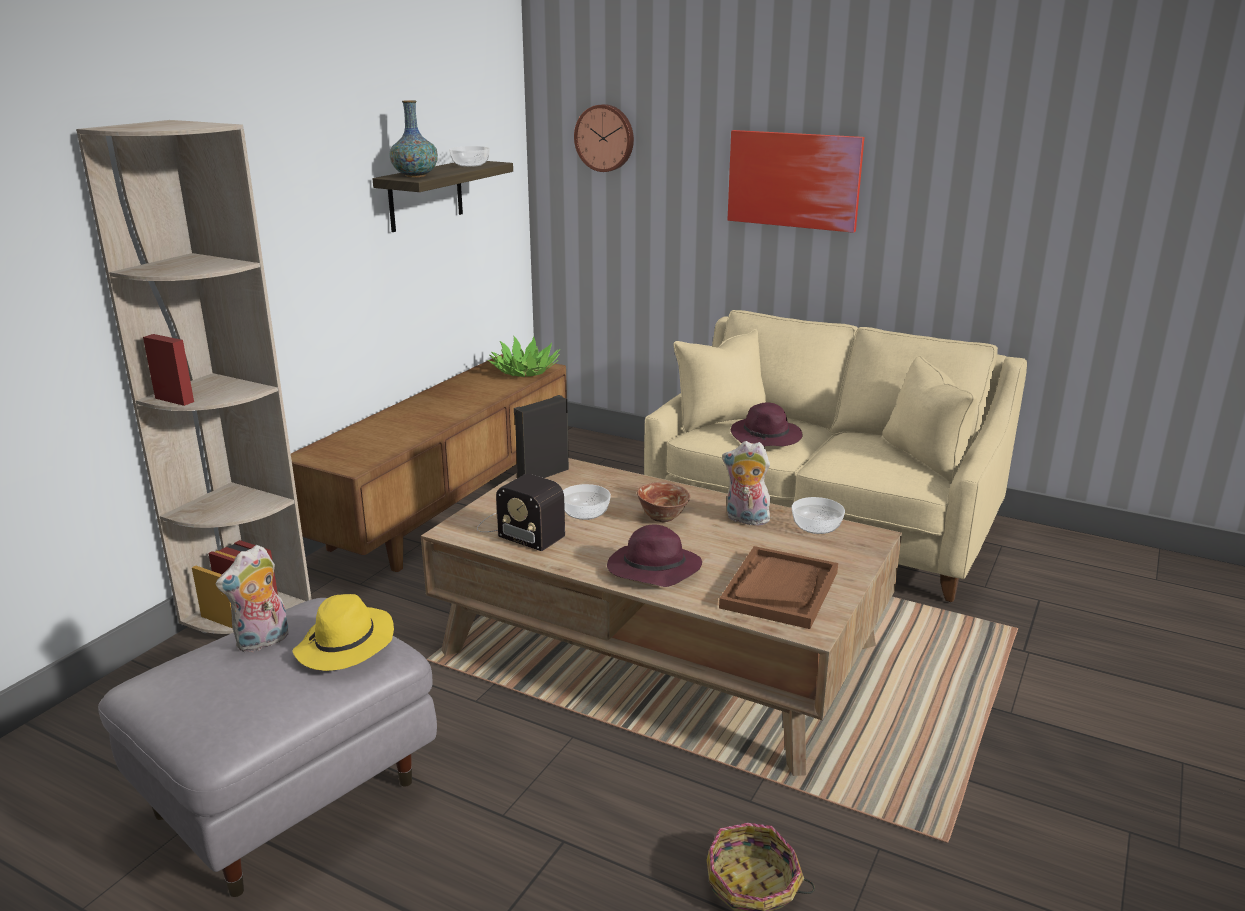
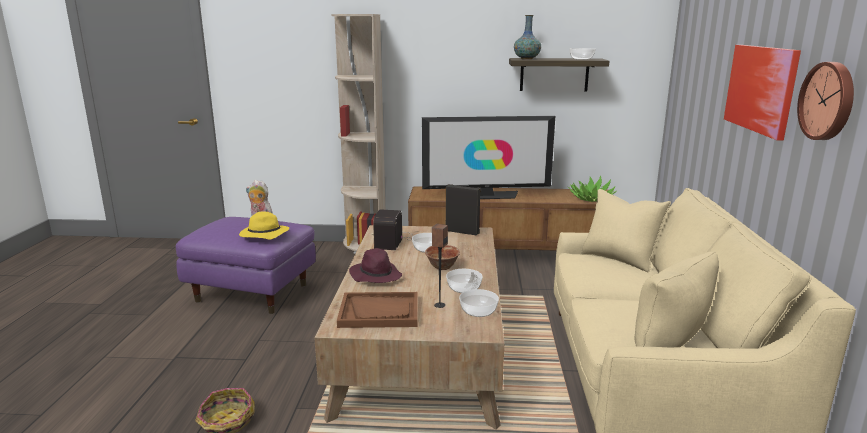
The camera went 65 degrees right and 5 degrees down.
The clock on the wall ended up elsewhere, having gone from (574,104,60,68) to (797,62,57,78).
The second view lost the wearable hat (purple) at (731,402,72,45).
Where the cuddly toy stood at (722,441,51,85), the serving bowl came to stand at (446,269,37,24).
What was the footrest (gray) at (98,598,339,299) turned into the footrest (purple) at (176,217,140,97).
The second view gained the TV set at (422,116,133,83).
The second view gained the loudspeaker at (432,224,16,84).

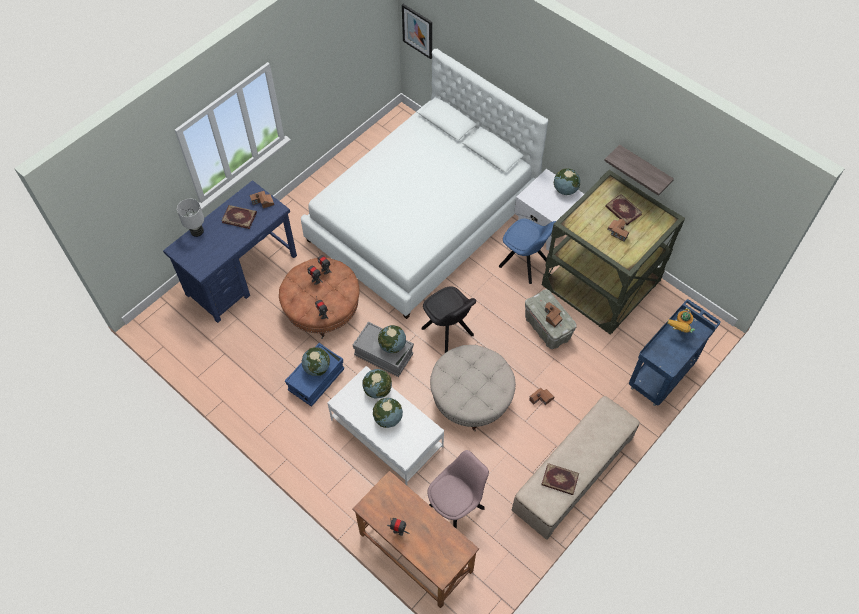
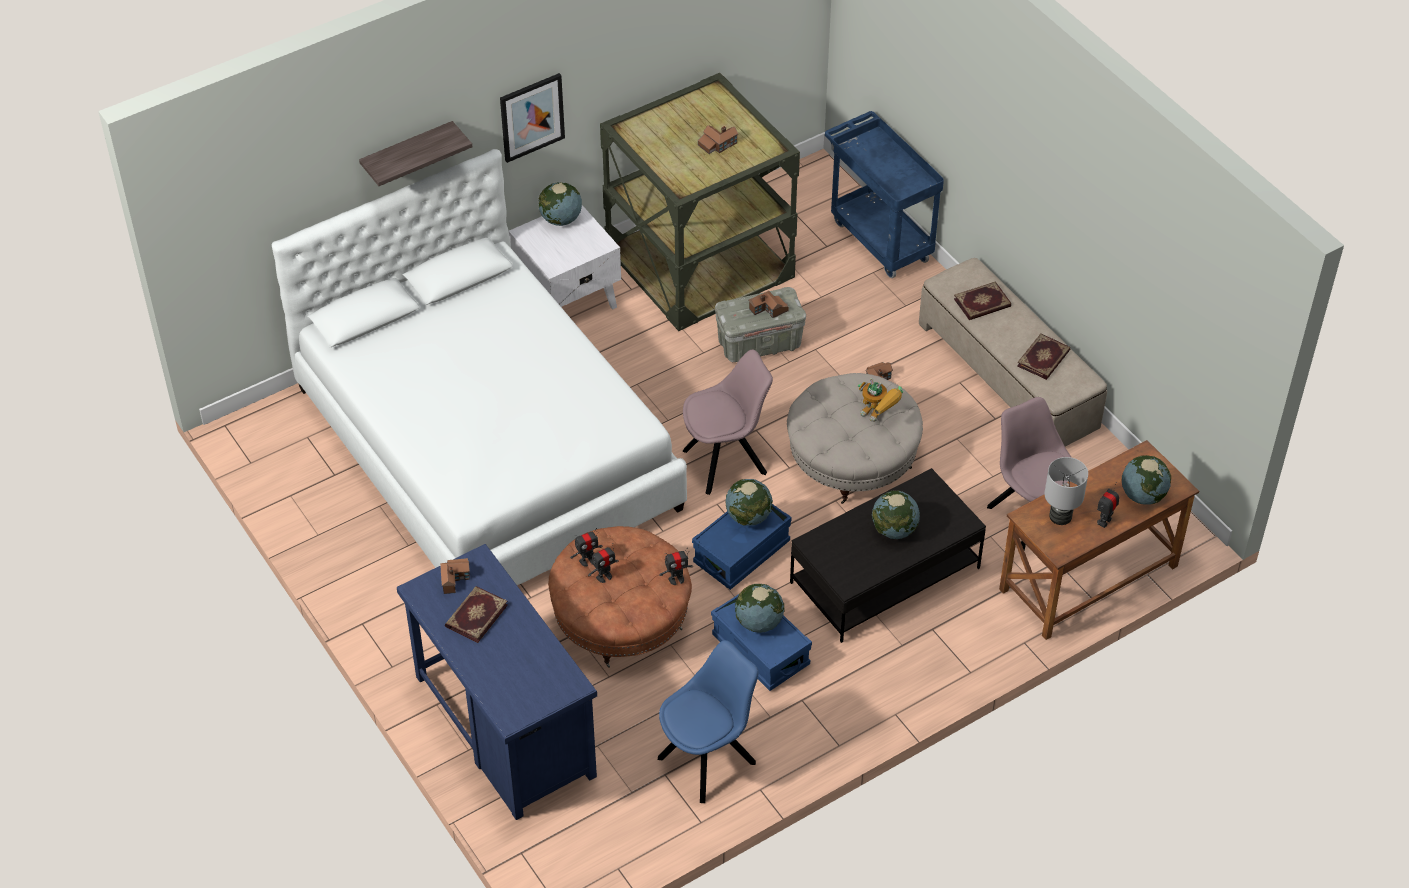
The camera went 75 degrees left and 10 degrees down.
The wall art ended up elsewhere, having gone from (402,4,30,55) to (500,73,65,90).
The shelf ended up elsewhere, having gone from (604,145,70,51) to (359,121,113,65).
The volume ended up elsewhere, having gone from (605,194,38,31) to (954,281,57,39).
The tabletop lamp (gray) ended up elsewhere, having gone from (177,199,27,38) to (1044,457,44,68).
The plain chair (blue-coloured) ended up elsewhere, having gone from (499,218,57,66) to (658,640,101,163).
What was the plain chair (black) at (421,286,55,67) turned into the plain chair (pinkish) at (682,349,91,146).
The model robot ended up elsewhere, having gone from (667,308,28,25) to (858,378,45,44).
What was the storage container (gray) at (353,322,61,55) turned into the storage container (blue-coloured) at (692,504,100,86).
What was the lounge table (white) at (328,366,116,119) turned into the lounge table (black) at (790,468,196,175).
The desk globe ended up elsewhere, having gone from (362,369,30,30) to (1122,455,49,50).

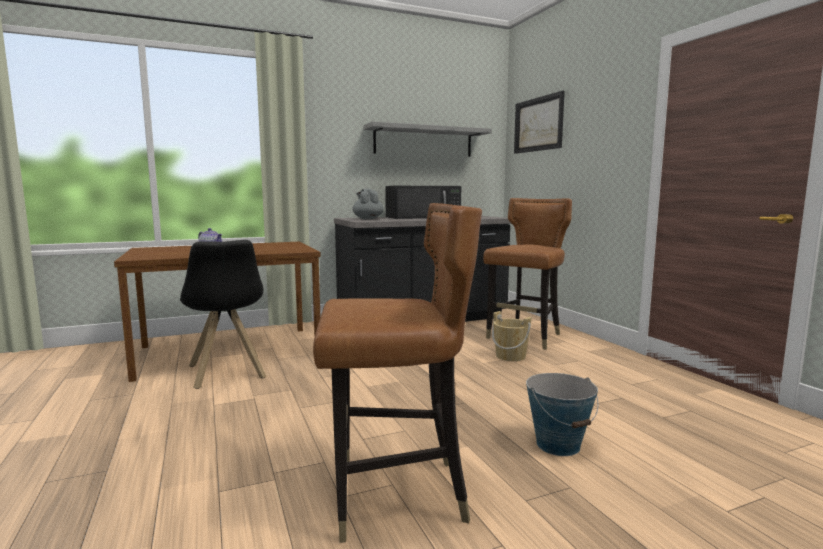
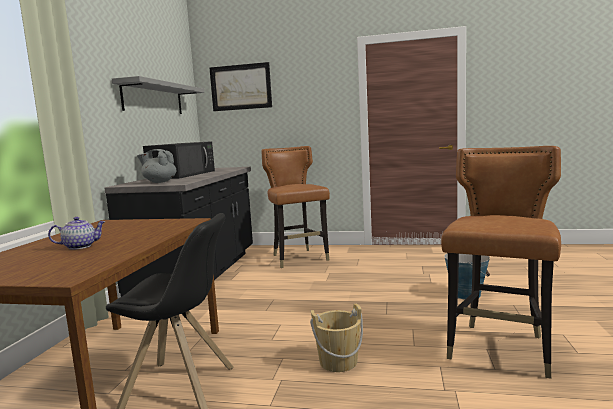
The camera went 55 degrees left and 0 degrees up.
The bucket (sand-coloured) ended up elsewhere, having gone from (492,311,40,50) to (310,304,53,68).

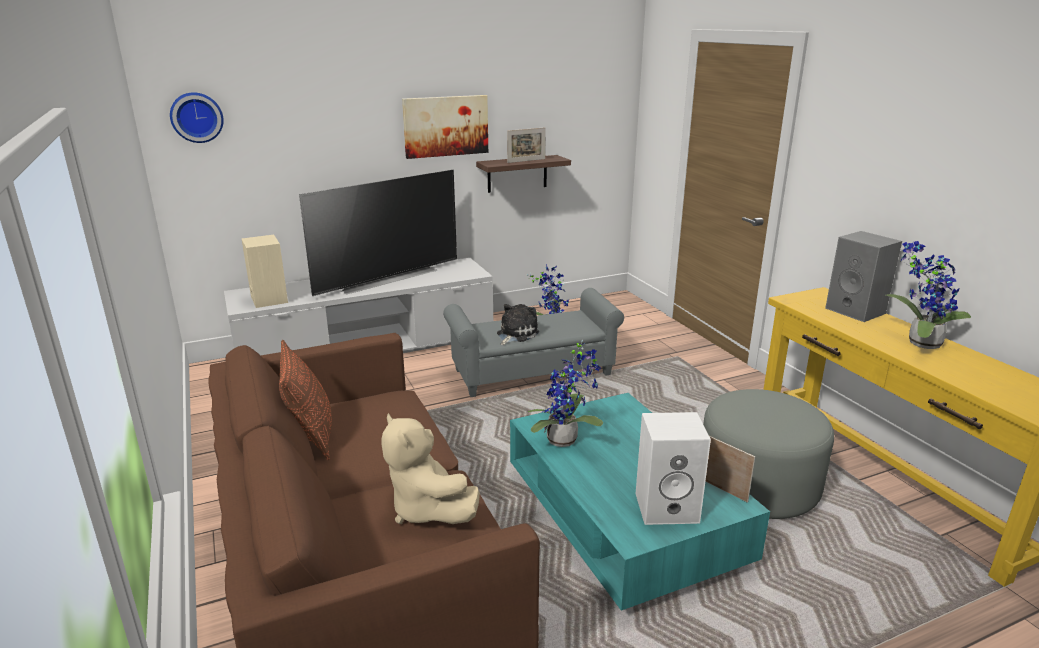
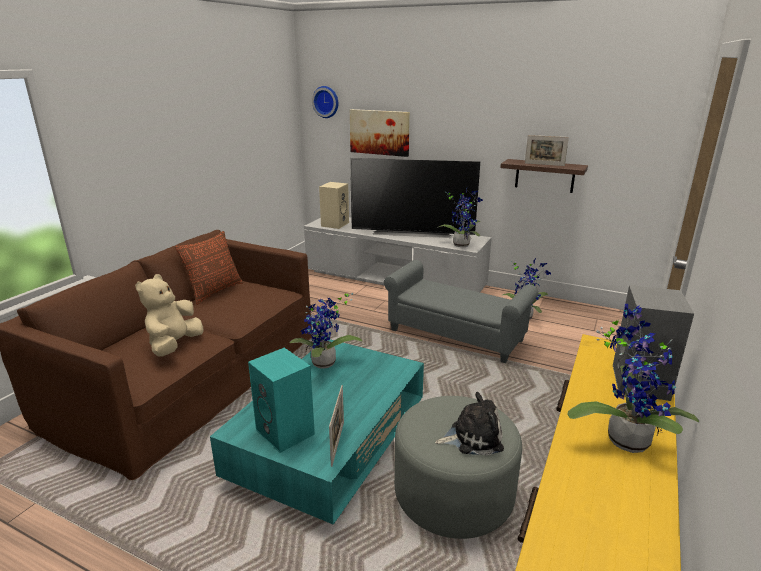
The camera went 50 degrees right and 0 degrees up.
The wall art ended up elsewhere, having gone from (402,95,86,64) to (350,109,60,48).
The cuddly toy ended up elsewhere, having gone from (497,304,42,41) to (435,392,69,64).
What was the loudspeaker (white) at (635,412,76,113) turned into the loudspeaker (turquoise) at (248,348,67,105).
The second view gained the plant in a pot at (437,188,46,59).

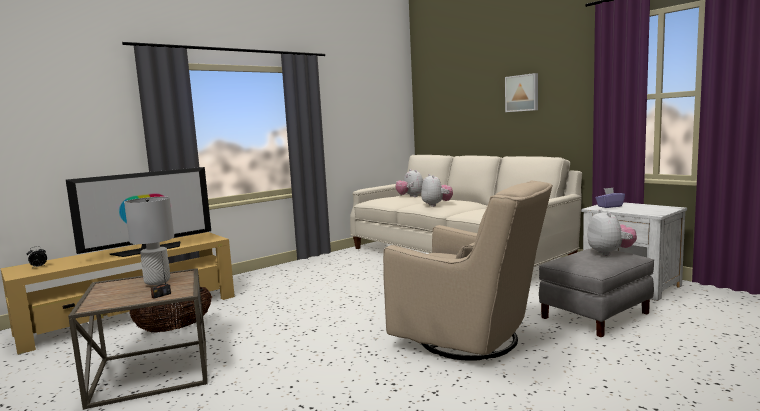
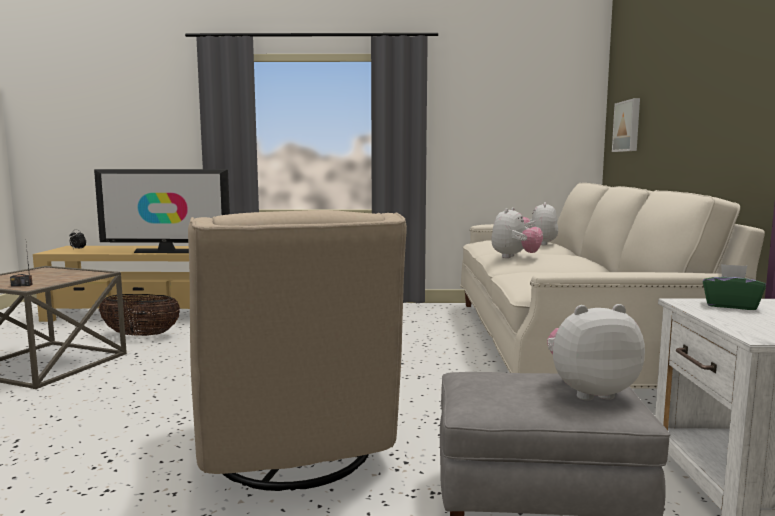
The camera went 40 degrees right and 0 degrees up.
The wall art ended up elsewhere, having gone from (505,73,33,39) to (612,98,28,54).
What was the tissue holder (purple) at (595,188,30,20) turned into the tissue holder (green) at (703,264,63,46).
The second view lost the tabletop lamp (gray) at (124,197,50,88).
The cuddly toy at (587,209,50,47) ended up facing another way, 135 degrees counterclockwise from before.

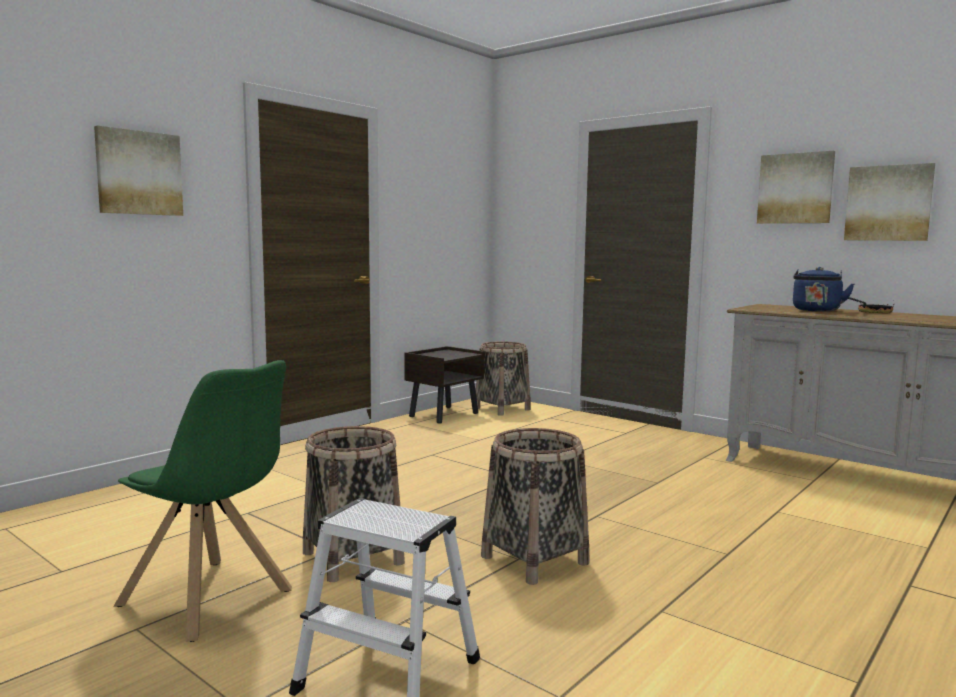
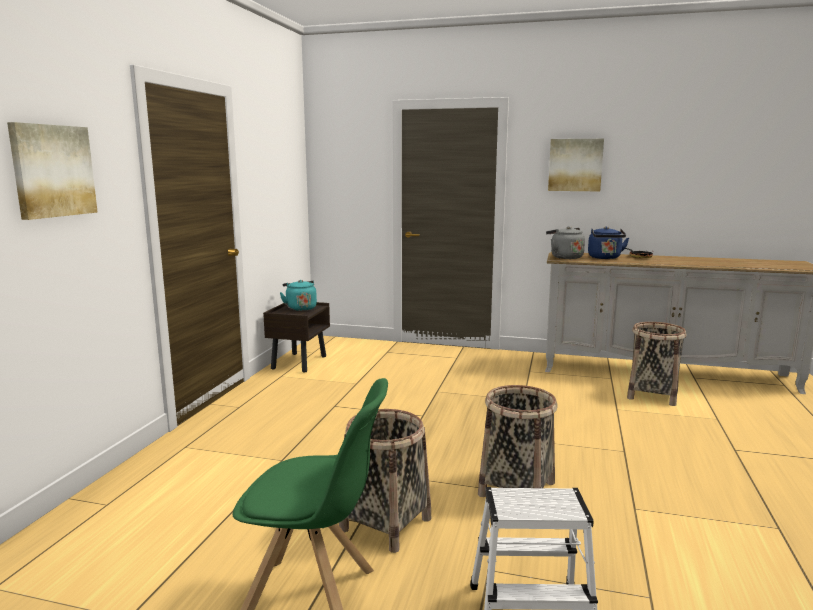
The camera went 25 degrees left and 5 degrees up.
The second view lost the wall art at (844,163,91,78).
The storage basket ended up elsewhere, having gone from (476,341,55,75) to (627,322,60,84).
The second view gained the kettle (gray) at (546,226,39,33).
The second view gained the kettle (turquoise) at (280,280,37,31).

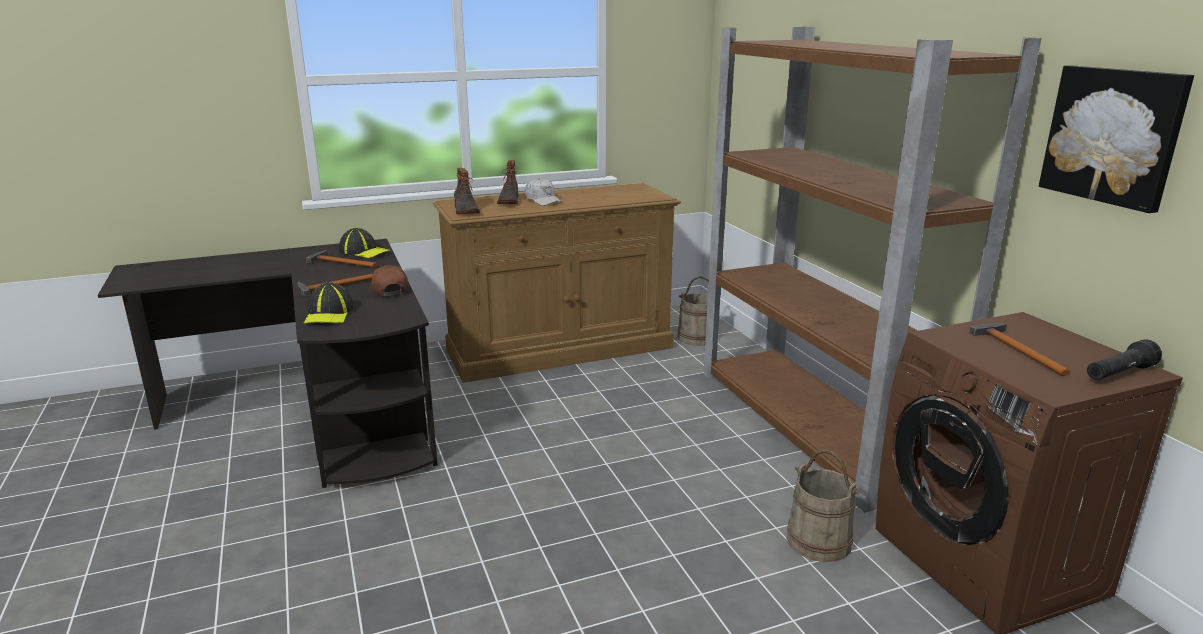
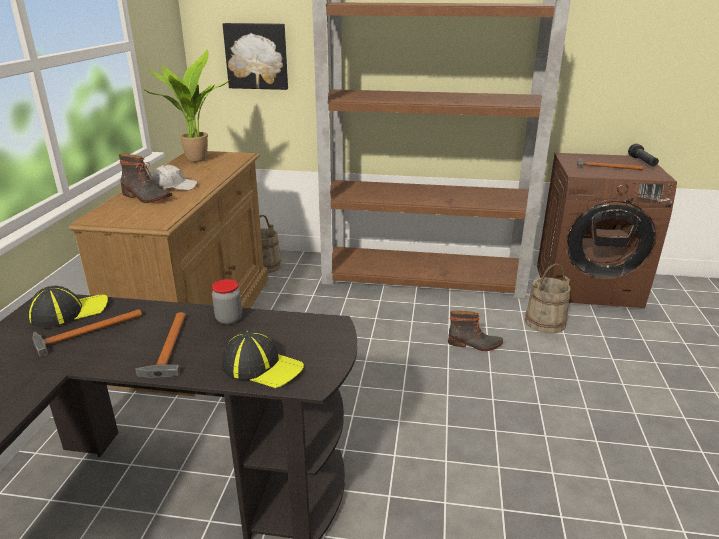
The camera went 60 degrees left and 5 degrees up.
The wall art ended up elsewhere, having gone from (1039,65,155,148) to (223,23,65,67).
The boot ended up elsewhere, having gone from (454,168,26,46) to (448,311,55,40).
Where the peaked cap (brown) stood at (371,265,38,31), the preserve jar came to stand at (212,279,30,46).
The second view gained the plant in a pot at (144,50,87,112).

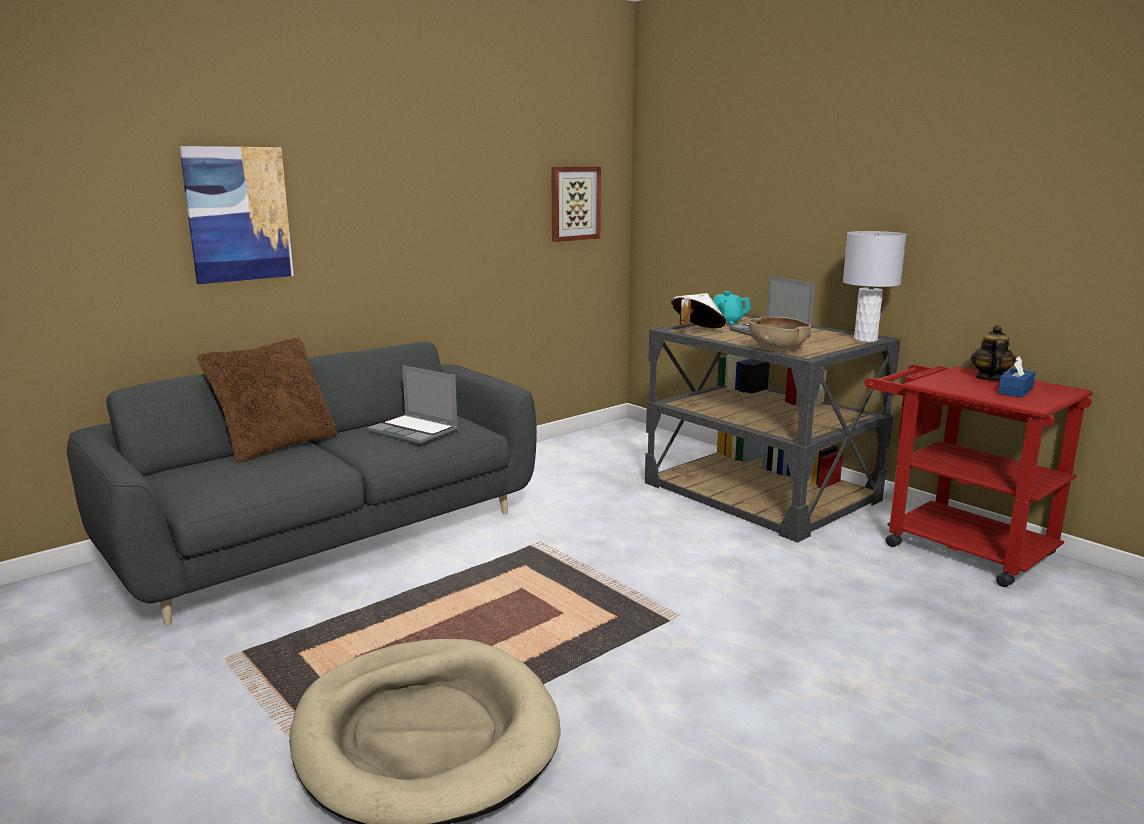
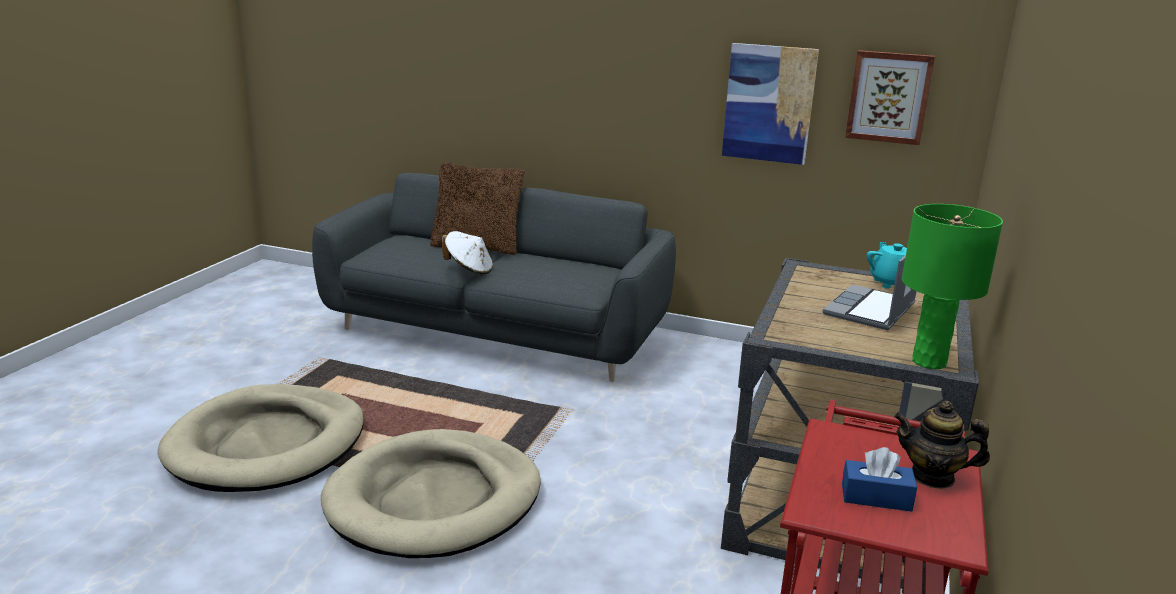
The camera went 60 degrees right and 5 degrees up.
The wall art ended up elsewhere, having gone from (179,146,115,138) to (722,43,97,122).
What was the tabletop lamp (gray) at (843,231,64,111) turned into the tabletop lamp (green) at (902,204,101,165).
The wearable hat (white) ended up elsewhere, having gone from (671,293,55,35) to (442,231,51,44).
The second view lost the serving bowl (brown) at (749,317,62,33).
The tea pot at (971,325,45,56) ended up facing another way, 150 degrees counterclockwise from before.
The second view lost the laptop at (368,365,90,79).
The second view gained the dog bed (sand-coloured) at (321,429,220,129).

